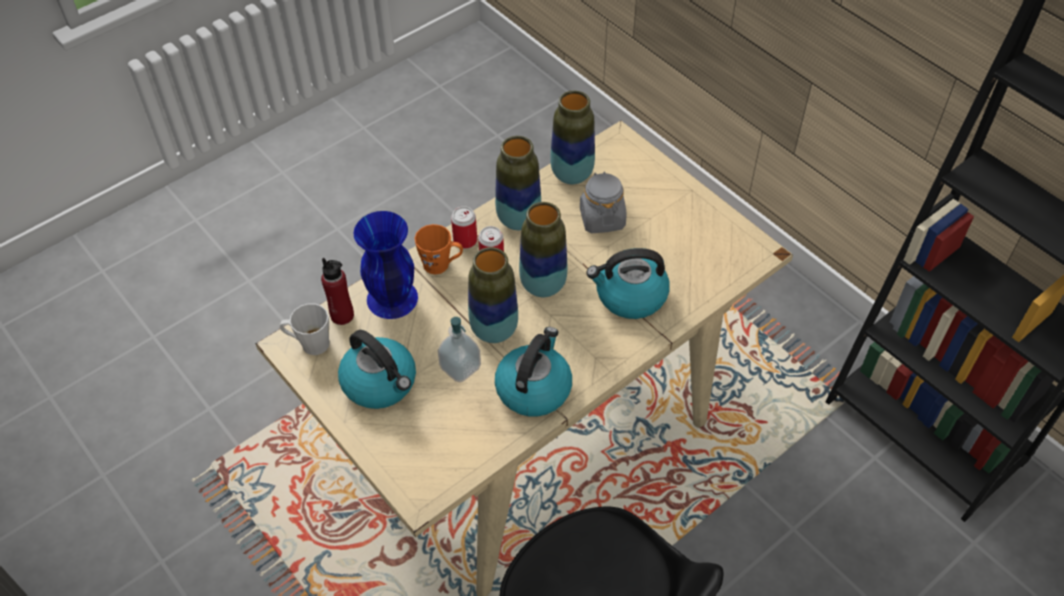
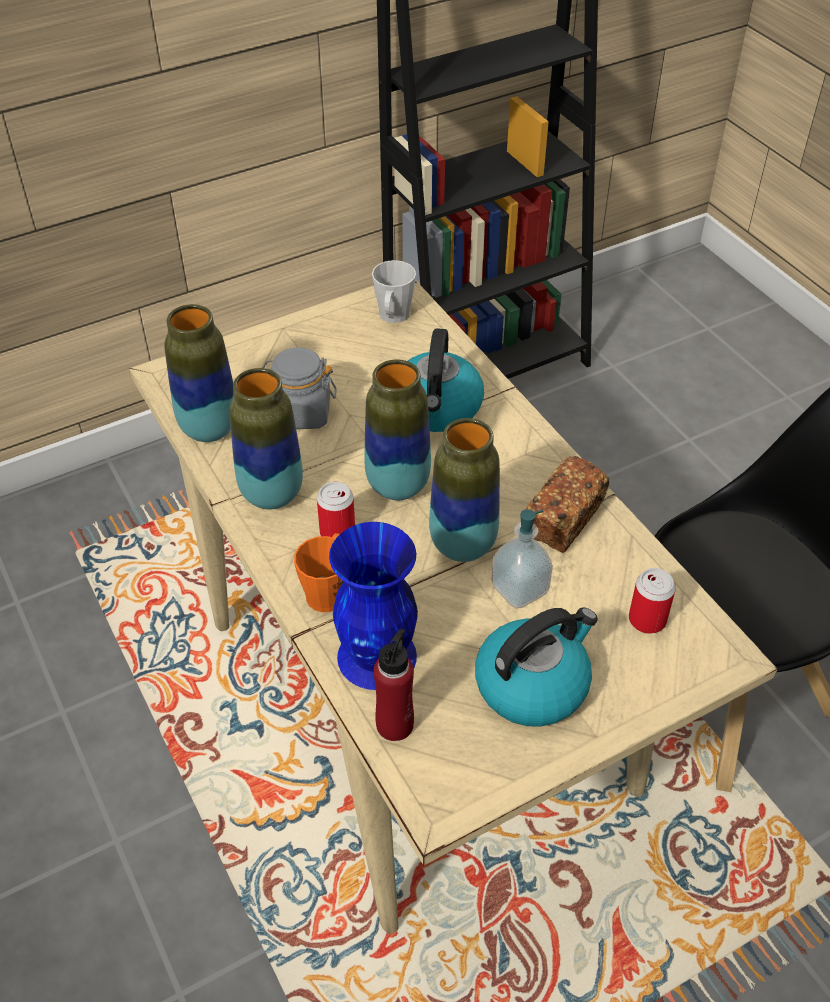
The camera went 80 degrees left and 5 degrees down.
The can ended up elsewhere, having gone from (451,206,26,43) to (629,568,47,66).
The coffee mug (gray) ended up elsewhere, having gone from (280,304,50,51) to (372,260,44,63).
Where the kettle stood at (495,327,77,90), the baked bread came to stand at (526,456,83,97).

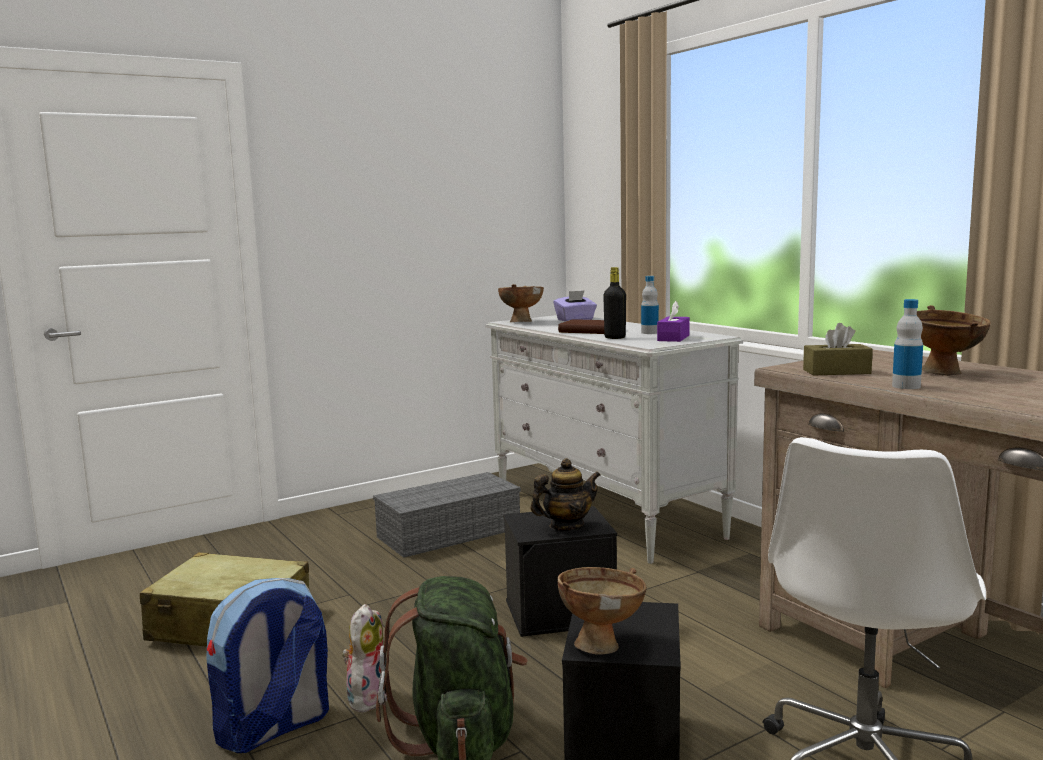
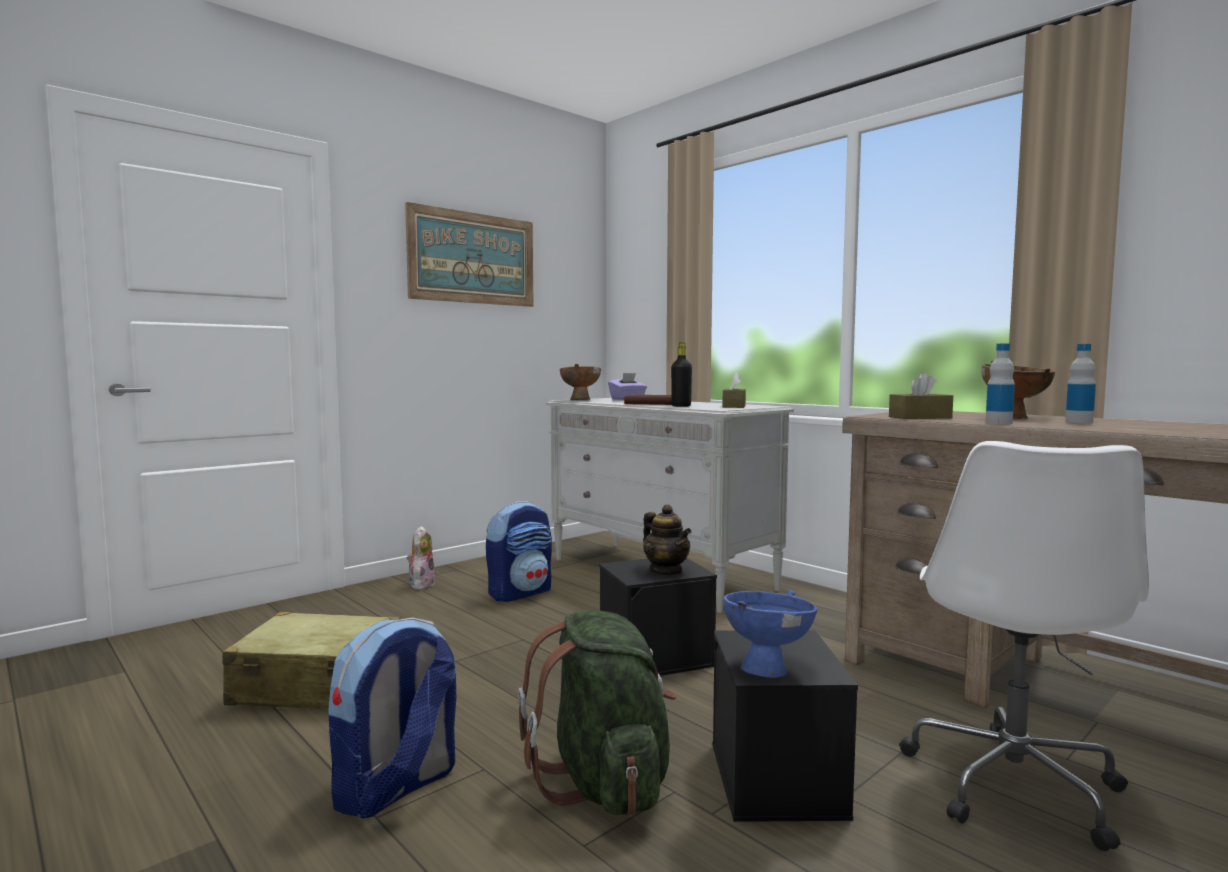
The camera went 10 degrees left and 5 degrees down.
The beverage bottle ended up elsewhere, having gone from (641,276,18,58) to (1065,344,31,79).
What was the tissue holder (purple) at (657,301,33,41) turned into the tissue holder (brown) at (722,373,24,35).
The tea pot at (531,458,69,73) ended up facing another way, 90 degrees clockwise from before.
Where the storage container (gray) stood at (373,472,148,86), the backpack came to stand at (486,501,66,101).
What was the serving bowl (brown) at (558,567,89,88) turned into the serving bowl (blue-coloured) at (724,590,93,88).
The cuddly toy ended up elsewhere, having gone from (342,604,45,108) to (407,526,28,64).
The second view gained the wall art at (405,202,129,105).

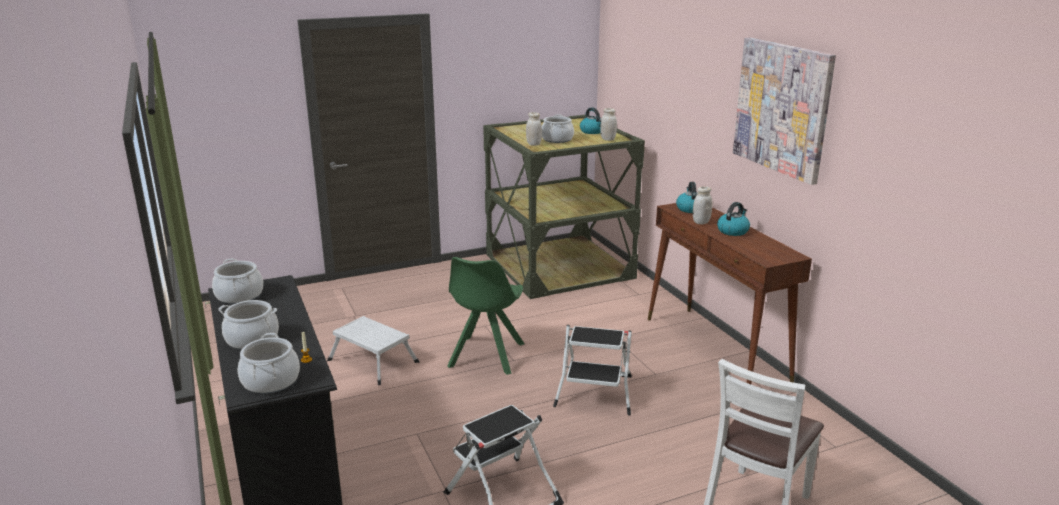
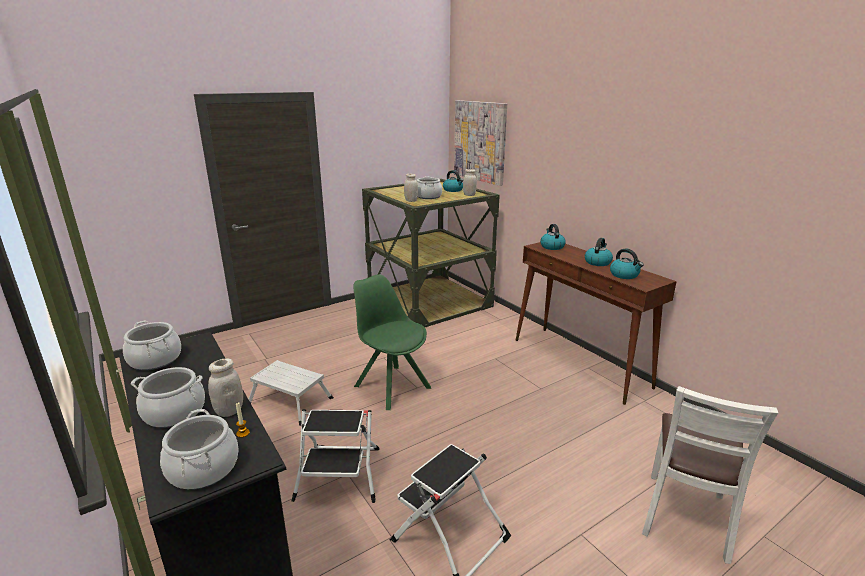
The camera went 10 degrees left and 0 degrees up.
The wall art ended up elsewhere, having gone from (733,38,103,147) to (454,100,53,86).
The preserve jar (white) ended up elsewhere, having gone from (693,186,19,38) to (208,358,35,59).
The plain chair (green) at (447,257,77,118) ended up facing another way, 135 degrees clockwise from before.
The stepladder ended up elsewhere, having gone from (553,325,79,91) to (292,409,88,94).
The second view gained the kettle at (610,248,34,31).

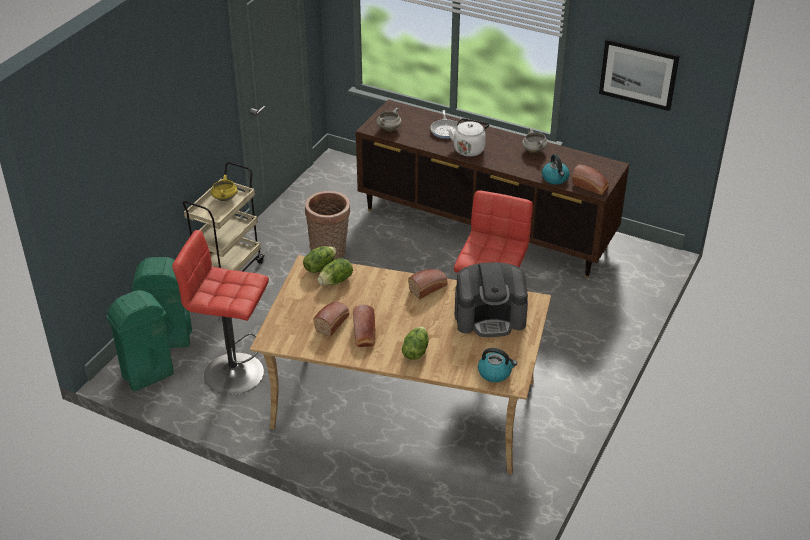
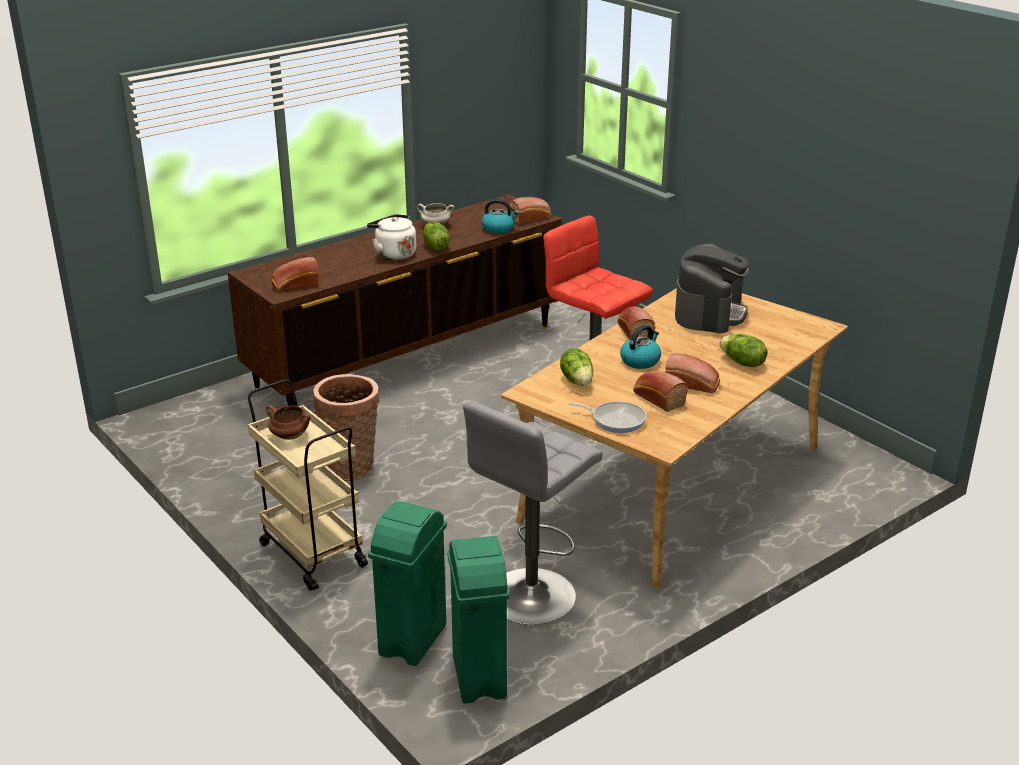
The camera went 65 degrees left and 10 degrees down.
The second view lost the wall art at (599,39,81,72).
Where the cooking pot (white) stood at (377,108,25,23), the baked bread came to stand at (272,257,46,35).
The pan ended up elsewhere, having gone from (430,110,29,29) to (569,401,77,32).
What was the cooking pot (yellow) at (211,175,27,26) turned into the cooking pot (brown) at (266,405,45,35).
What was the sitting stool (red) at (172,230,97,165) turned into the sitting stool (gray) at (463,401,139,224).
The head of lettuce ended up elsewhere, having gone from (303,246,34,27) to (423,222,27,29).
The kettle ended up elsewhere, having gone from (478,348,39,34) to (620,325,41,44).

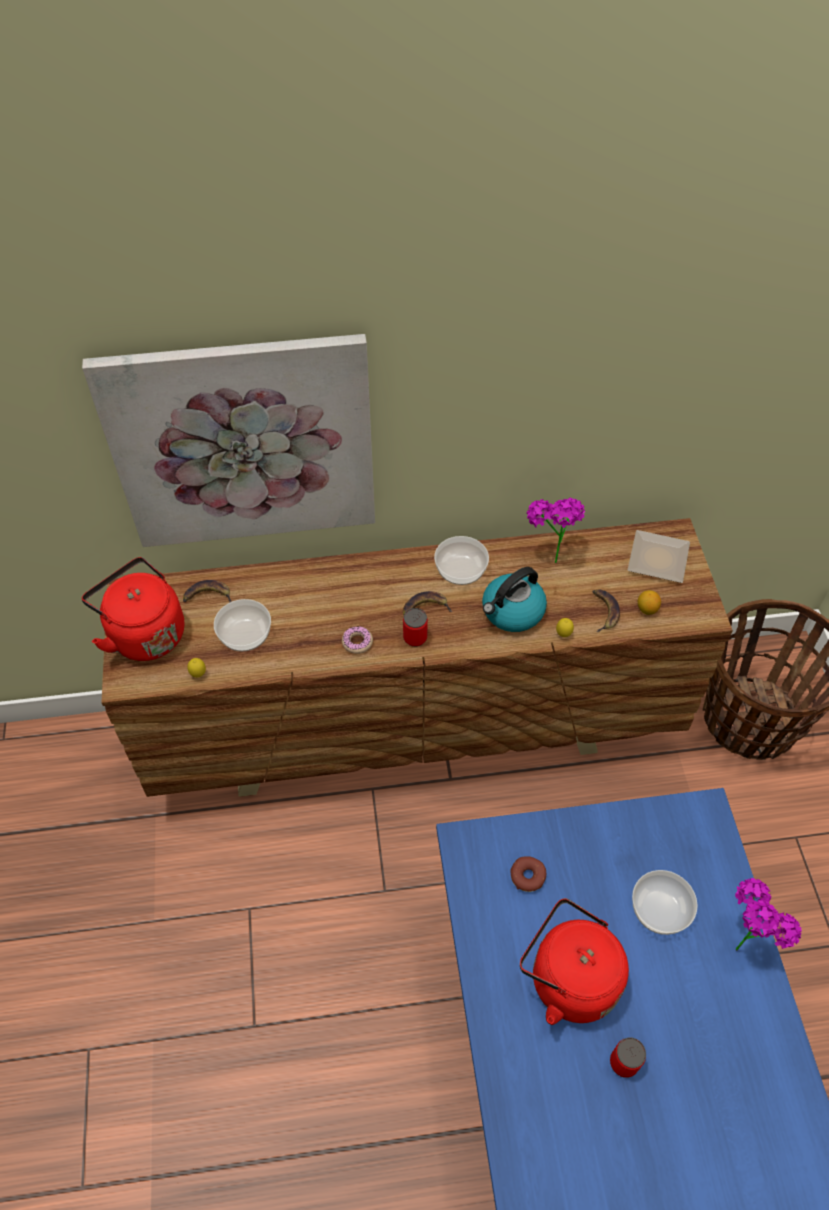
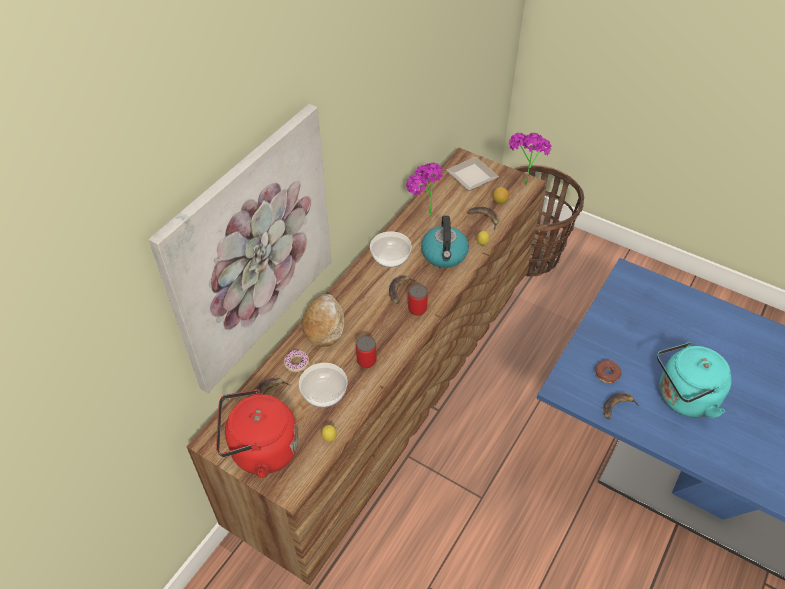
The camera went 50 degrees left and 5 degrees down.
The doughnut ended up elsewhere, having gone from (342,626,31,28) to (284,350,25,22).
The second view lost the serving bowl at (632,870,66,65).
The plant in a pot ended up elsewhere, having gone from (735,878,67,73) to (509,133,43,53).
What was the kettle (red) at (520,898,109,127) turned into the kettle (turquoise) at (657,342,75,76).
The can ended up elsewhere, having gone from (610,1037,36,41) to (356,336,21,32).
The second view gained the baked bread at (302,294,42,53).
The second view gained the whole banana at (604,392,37,27).

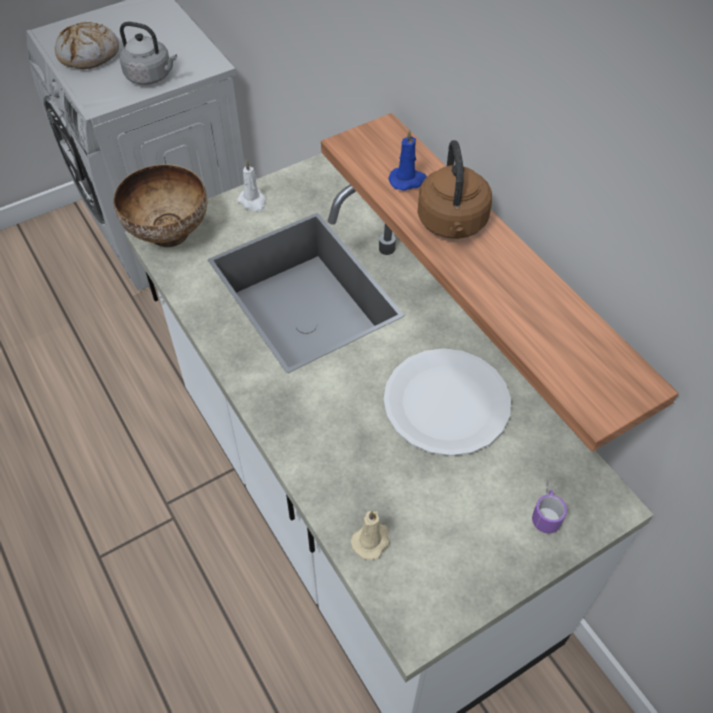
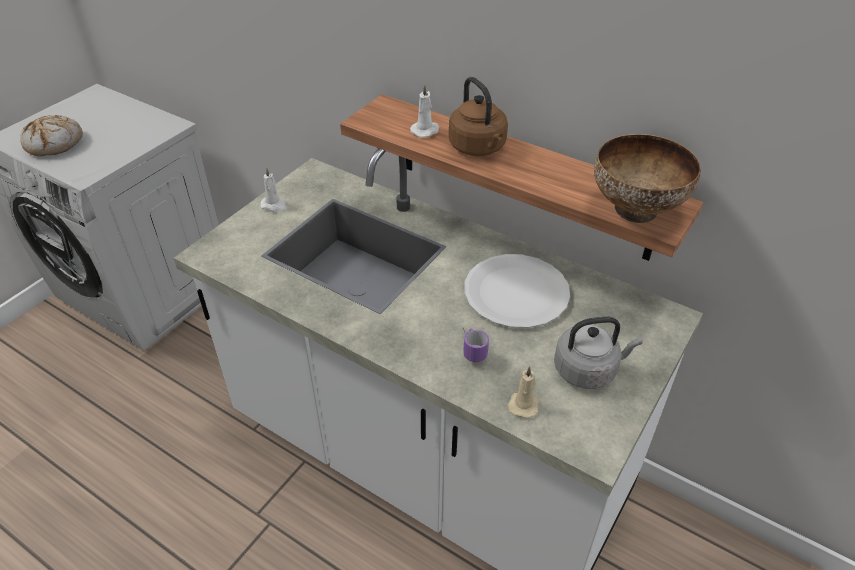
The camera went 25 degrees left and 10 degrees down.
The kettle (gray) ended up elsewhere, having gone from (119,22,58,63) to (554,317,88,72).
What was the wax candle (blue-coloured) at (388,129,39,62) turned into the wax candle (white) at (410,84,29,54).
The serving bowl ended up elsewhere, having gone from (113,164,94,83) to (594,134,107,89).
The coffee mug ended up elsewhere, having gone from (532,478,35,55) to (463,327,26,35).

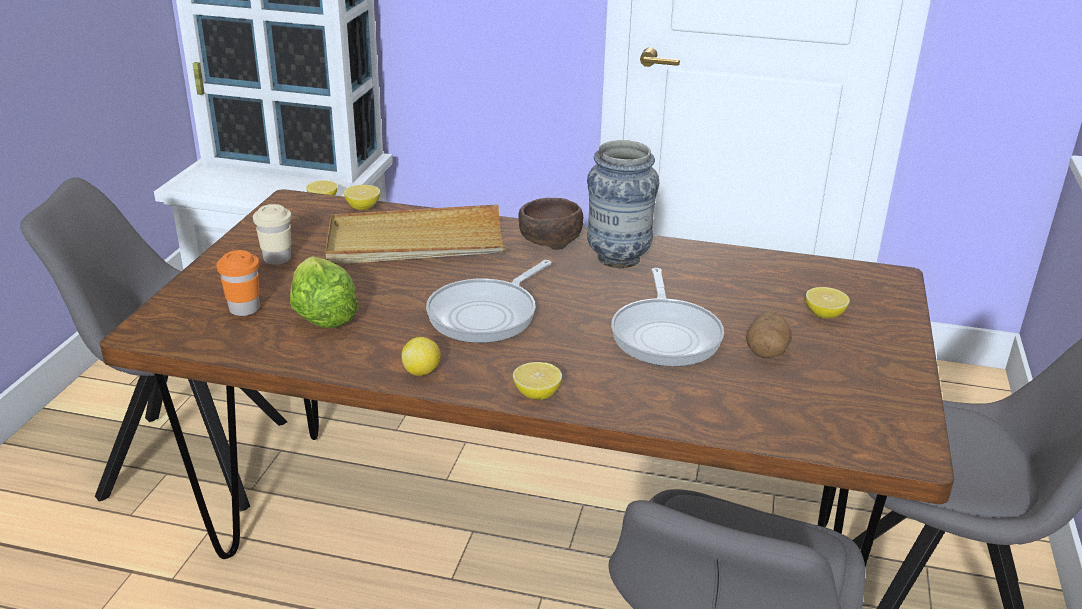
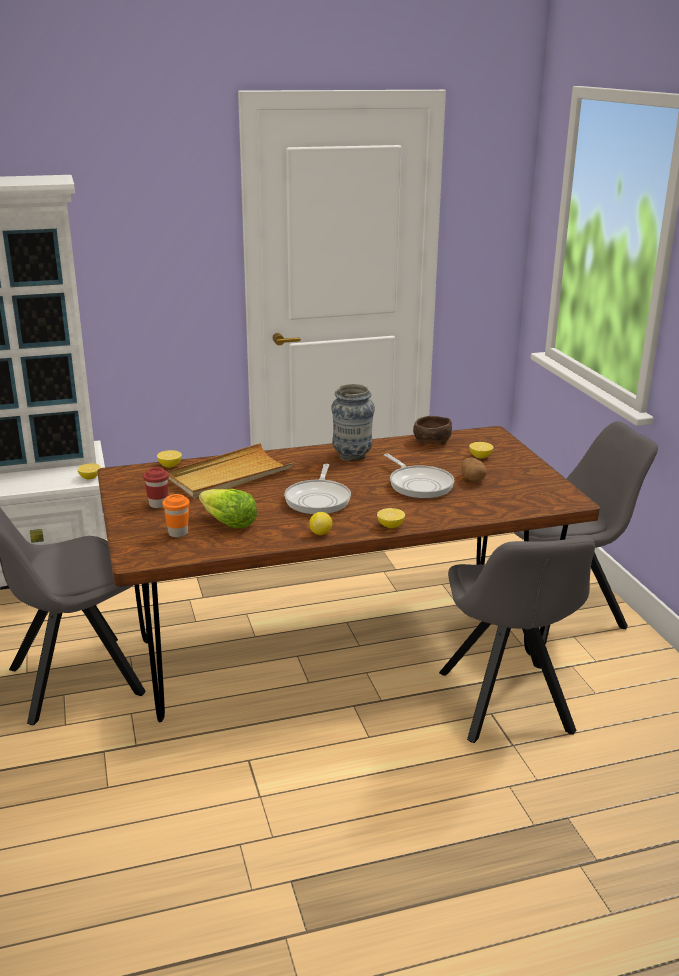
The camera went 30 degrees left and 5 degrees down.
The serving bowl (brown) ended up elsewhere, having gone from (518,198,65,52) to (413,416,39,29).
What was the drinking cup (sand-coloured) at (253,204,39,61) turned into the drinking cup (red) at (143,467,26,41).

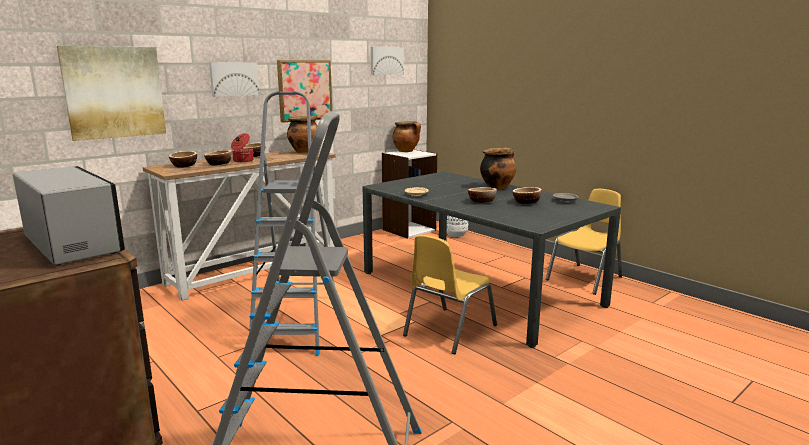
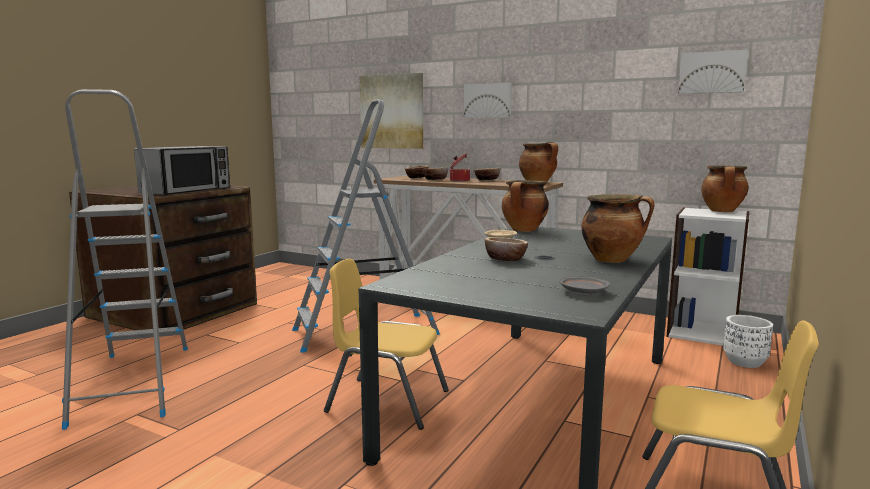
The camera went 70 degrees right and 5 degrees down.
The second view lost the wall art at (277,60,55,62).
The second view lost the serving bowl at (513,187,29,17).
The second view gained the cooking pot at (502,180,47,52).

